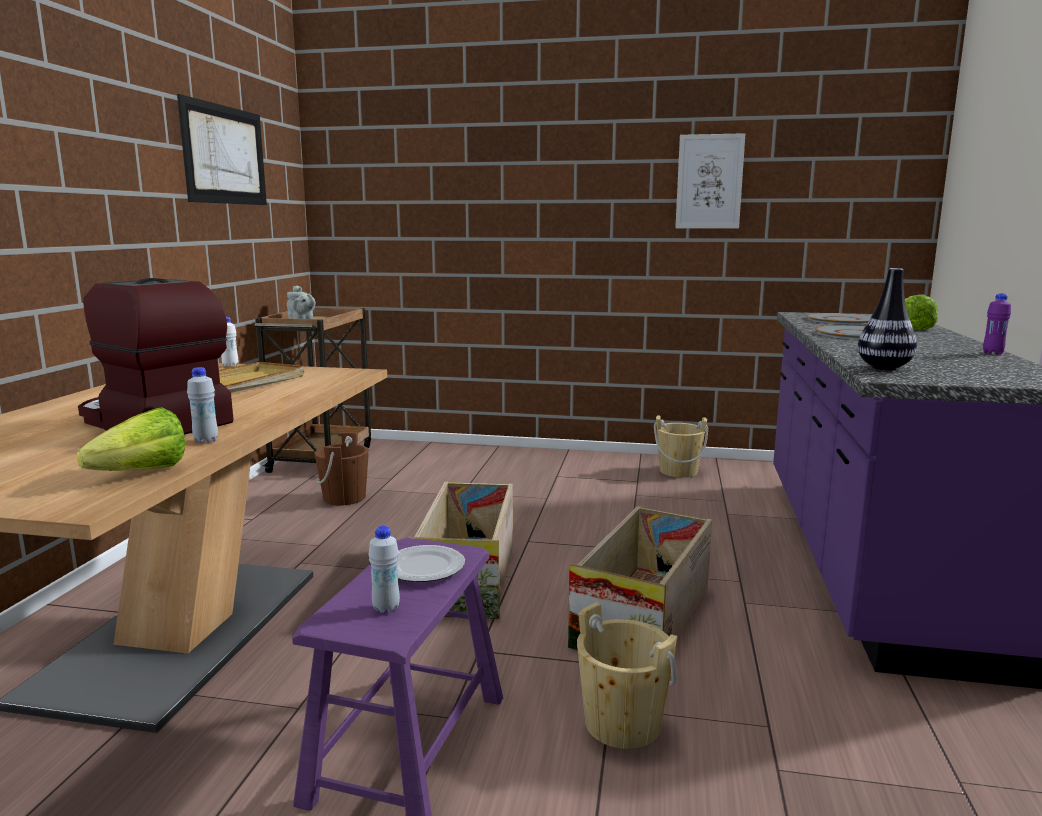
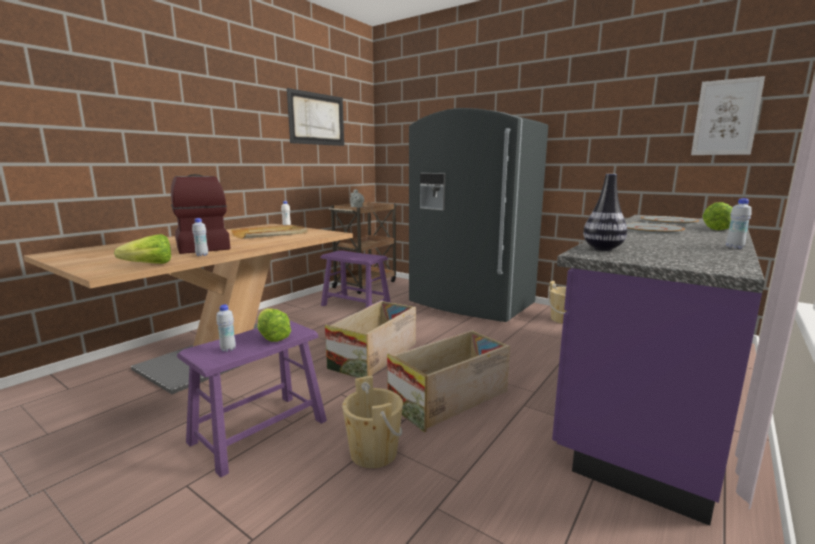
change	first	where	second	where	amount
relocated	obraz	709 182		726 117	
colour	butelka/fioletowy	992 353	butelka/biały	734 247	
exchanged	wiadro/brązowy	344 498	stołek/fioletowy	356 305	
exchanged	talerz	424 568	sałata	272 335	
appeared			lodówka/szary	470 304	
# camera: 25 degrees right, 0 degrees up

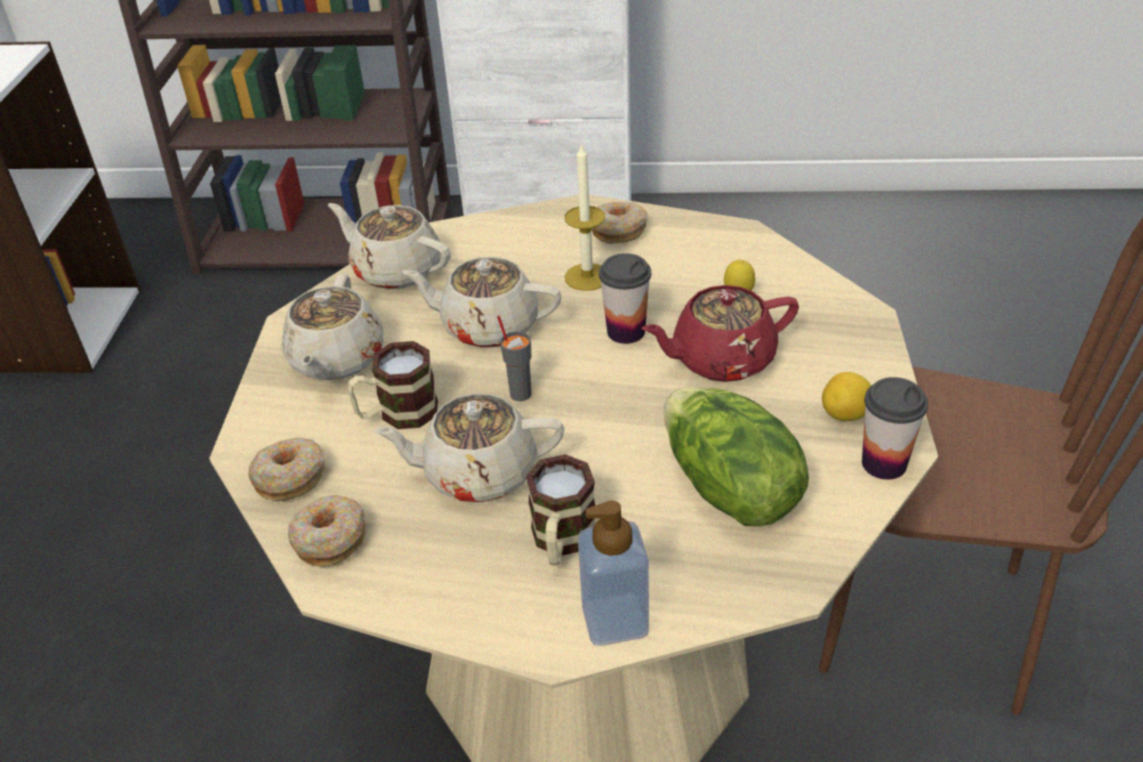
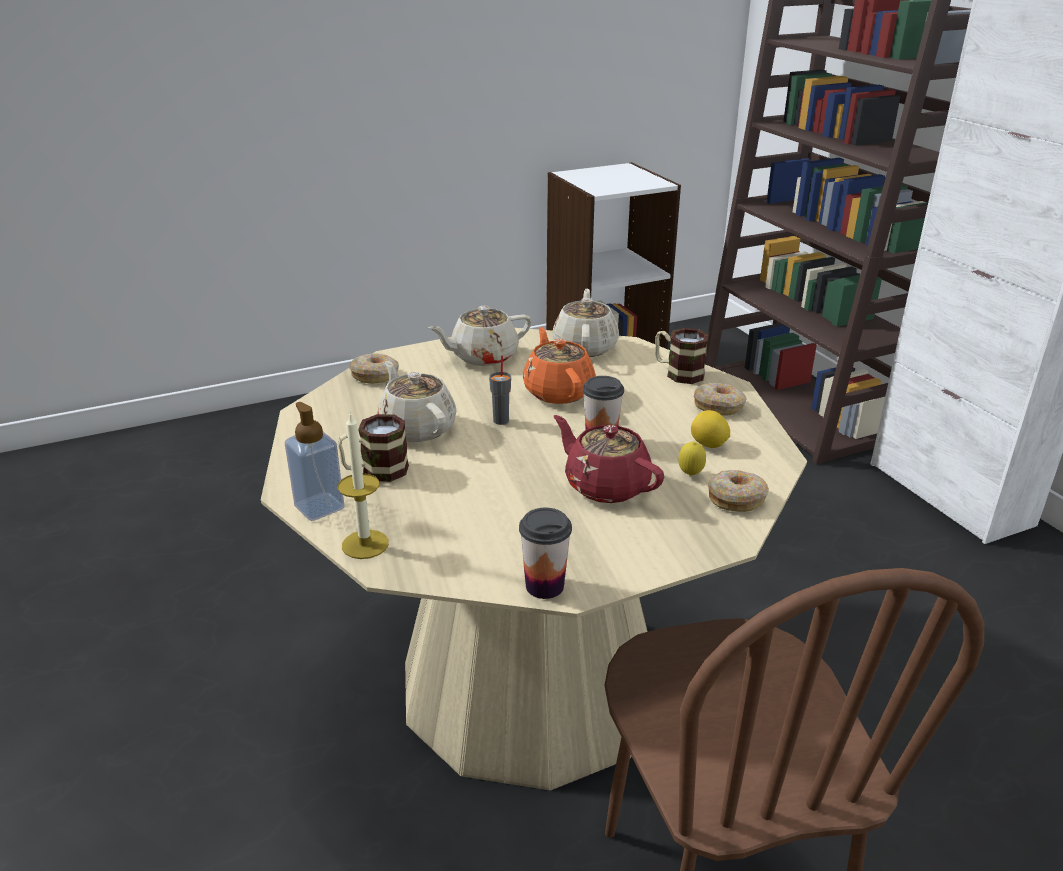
change	first	where	second	where	amount
relocated	świeca	587 277		365 544	
colour	imbryk/beżowy	488 326	imbryk/pomarańczowy	558 391	
relocated	kubek	397 414		678 372	
relocated	cytryna	846 415		708 445	
missing	sałata	727 489			
relocated	donut	330 539		736 498	
# camera: 60 degrees right, 10 degrees down

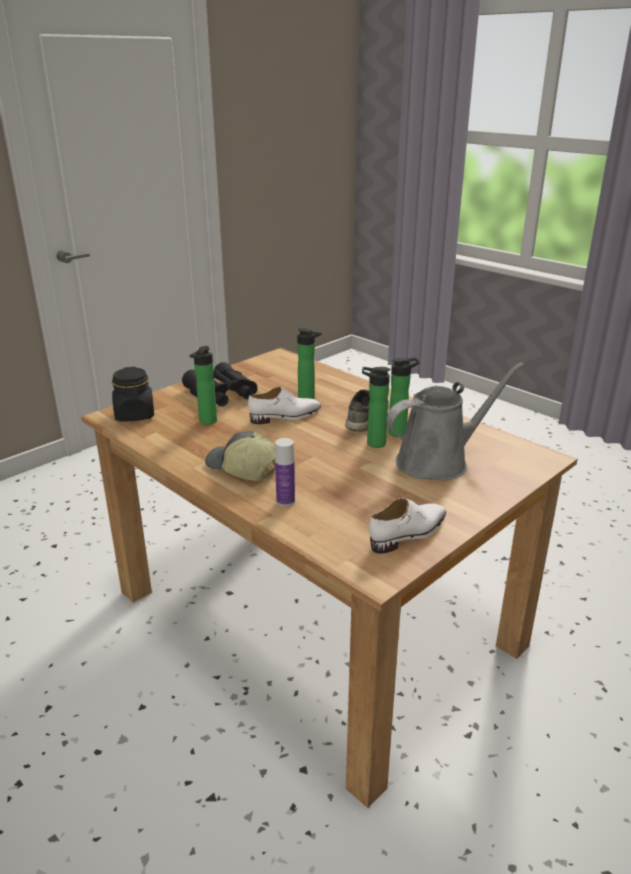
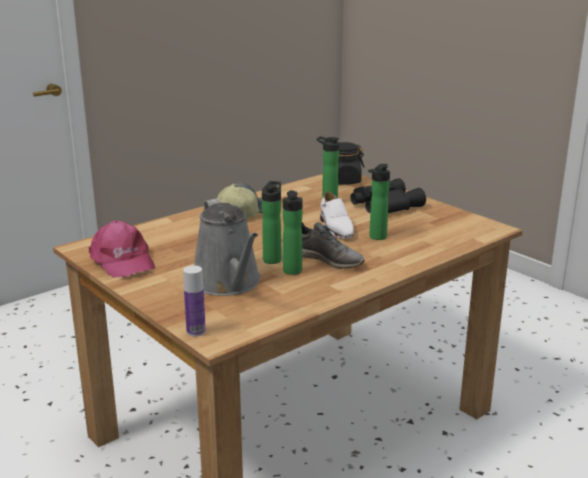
change	first	where	second	where	amount
relocated	butelka	285 501		196 331	
exchanged	but/biały	409 533	czapka z daszkiem/różowy	122 261	
# camera: 95 degrees right, 5 degrees down

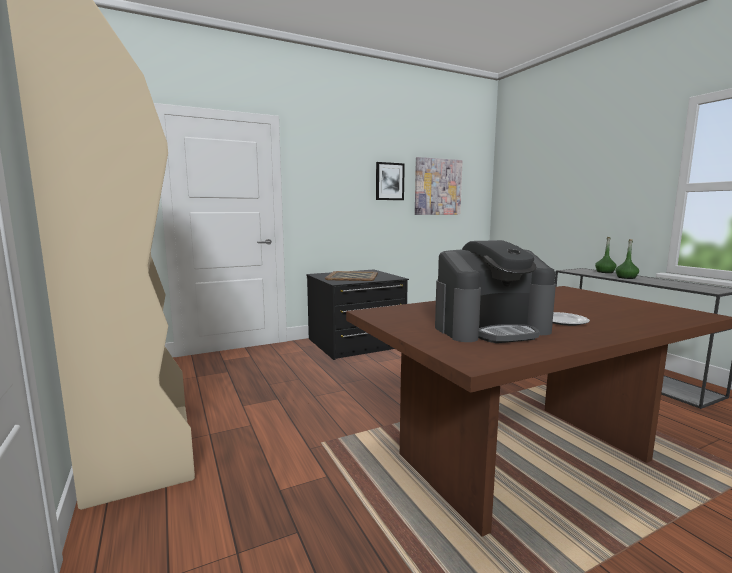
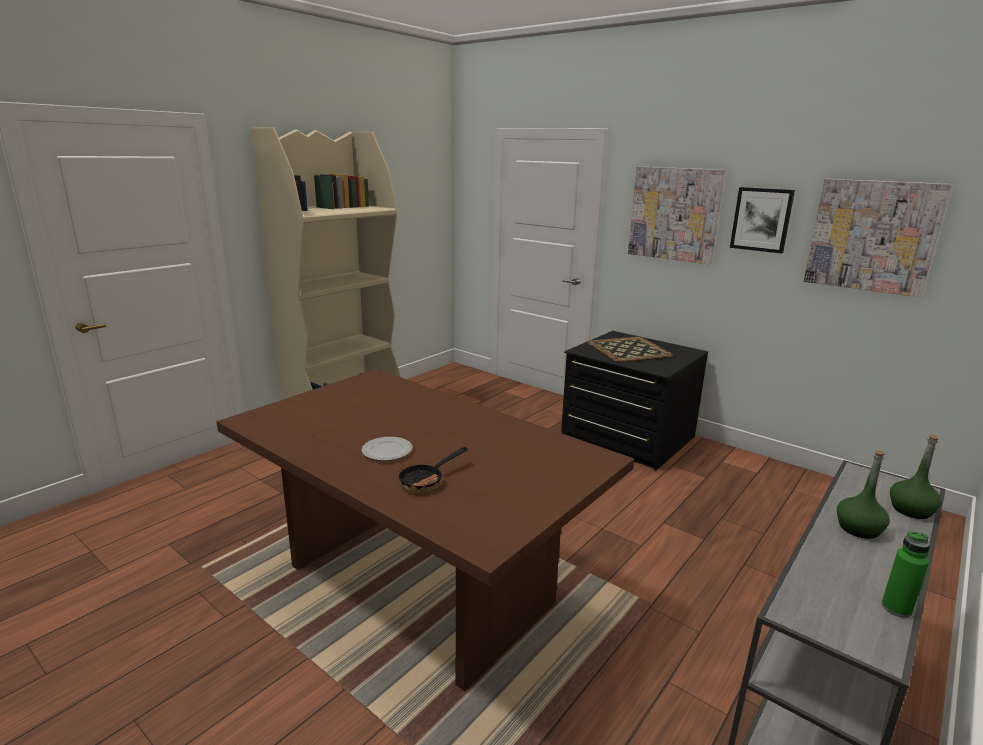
change	first	where	second	where	amount
missing	ekspres do kawy	491 329			
appeared			obraz	674 214	
appeared			patelnia	427 481	
appeared			butelka/zielony	896 608	
# camera: 65 degrees right, 10 degrees up

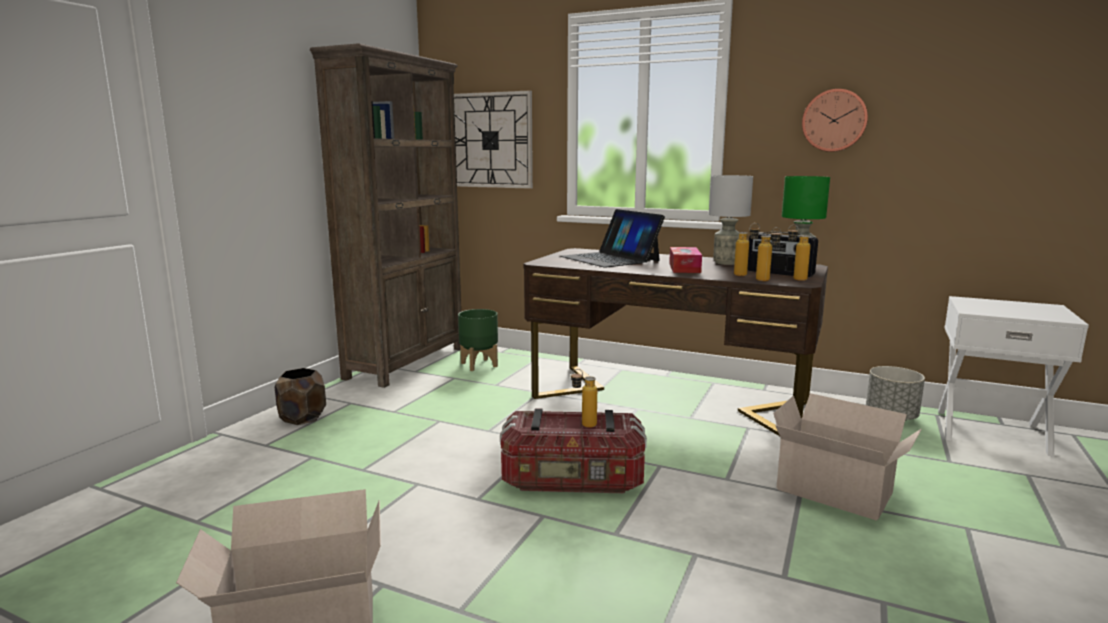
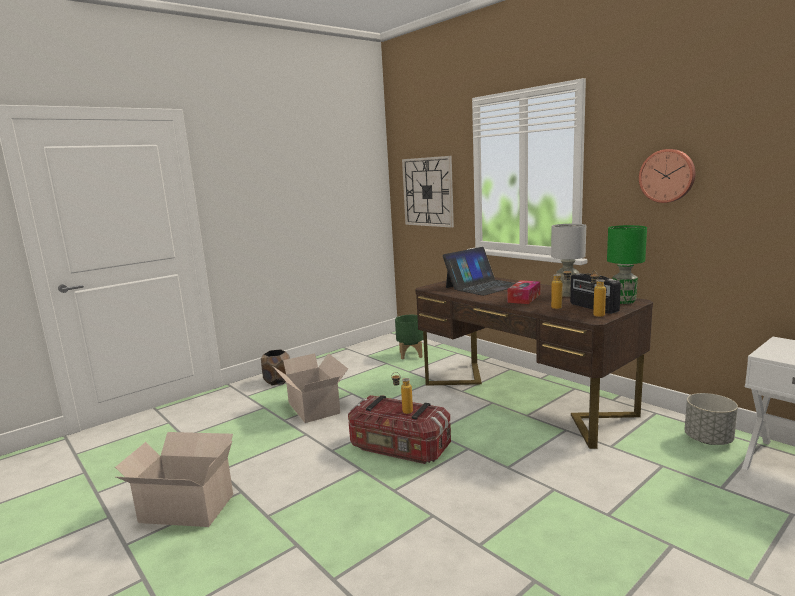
change	first	where	second	where	amount
missing	regał/brązowy	407 362			
spun	laptop	610 259		483 286	120 degrees counterclockwise
missing	butelka	767 281			
relocated	karton	837 492		313 409	
# camera: 25 degrees right, 0 degrees up

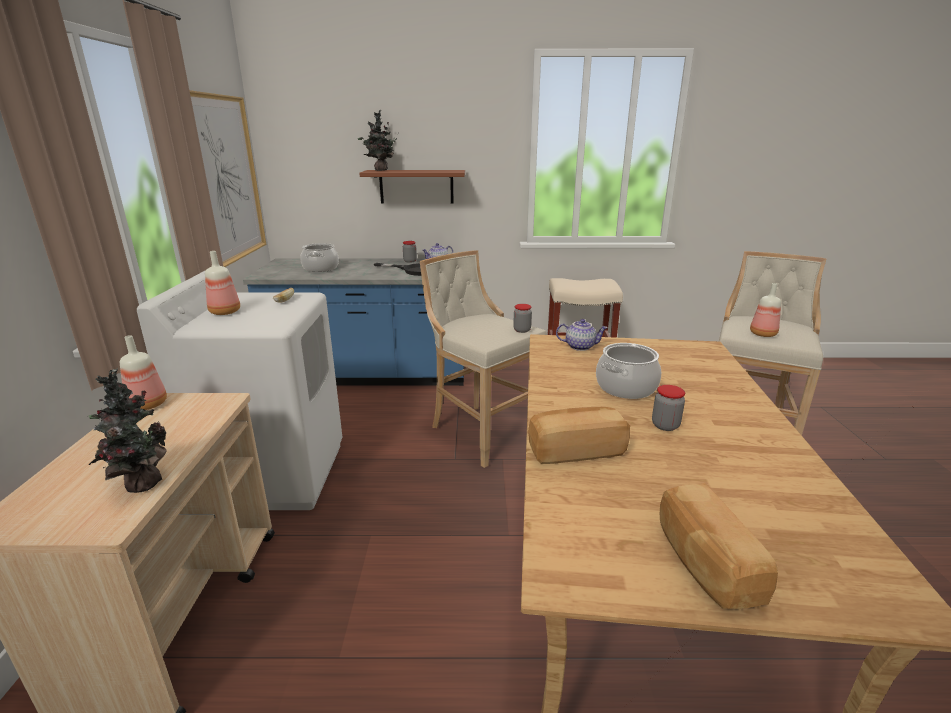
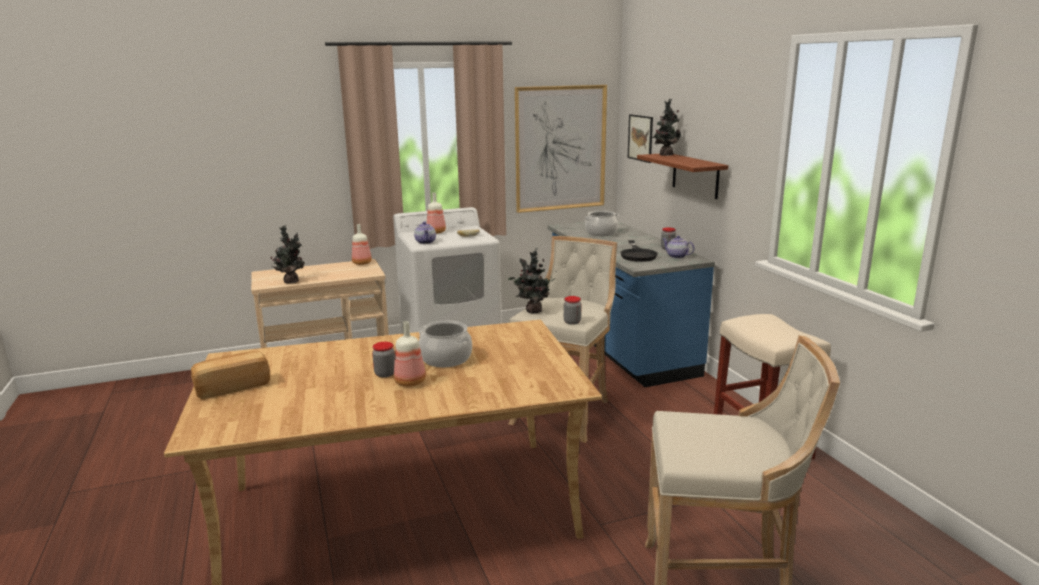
change	first	where	second	where	amount
relocated	butelka	762 334		411 382	
relocated	imbryk	580 346		426 242	
missing	chleb	575 450			
appeared			obraz	640 138	
appeared			roślina doniczkowa	532 311	
# camera: 70 degrees right, 5 degrees down

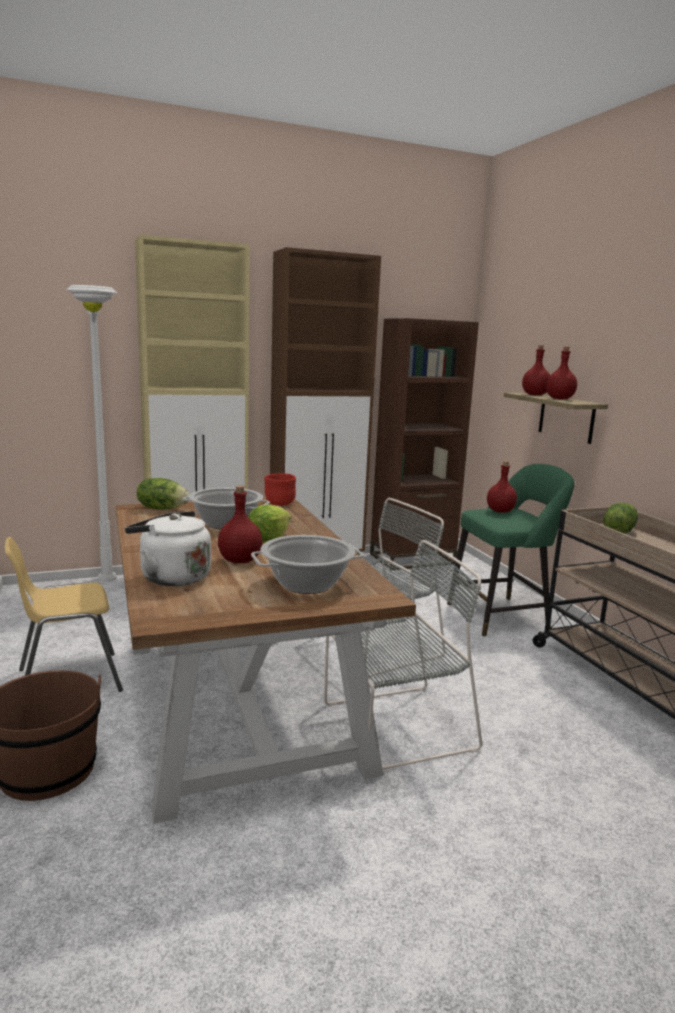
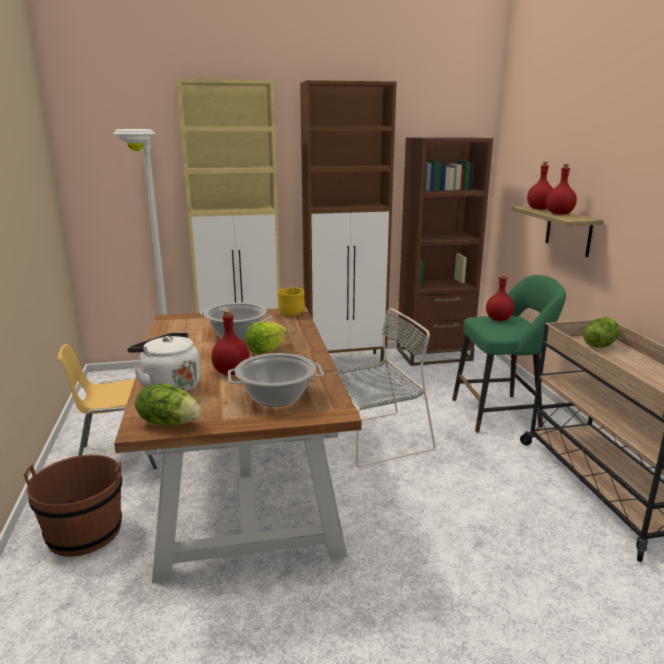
change	first	where	second	where	amount
colour	miska/czerwony	279 503	miska/żółty	291 314	
relocated	sałata	162 508		169 422	
missing	krzesło/szary	393 727			
# camera: 10 degrees right, 5 degrees up

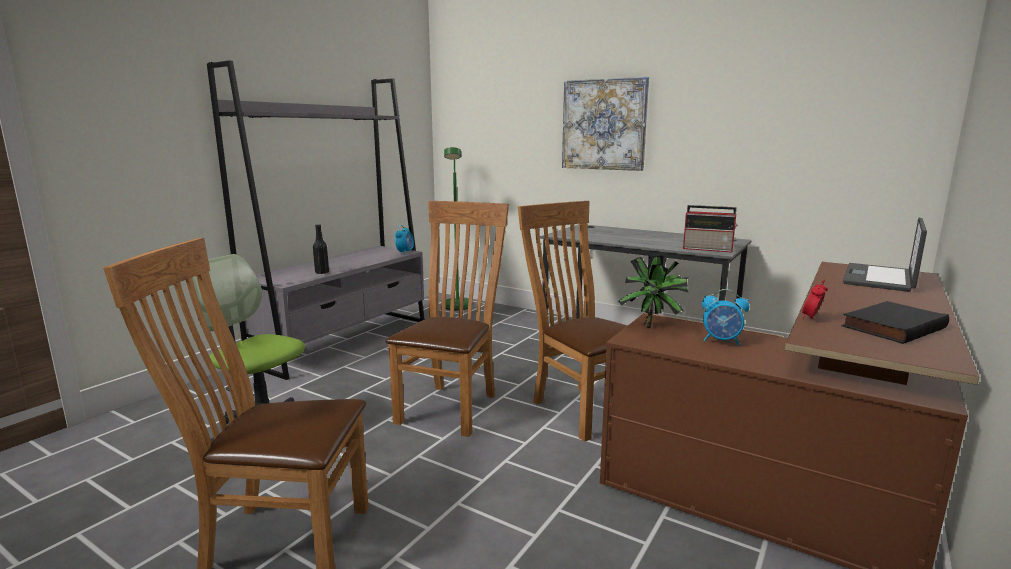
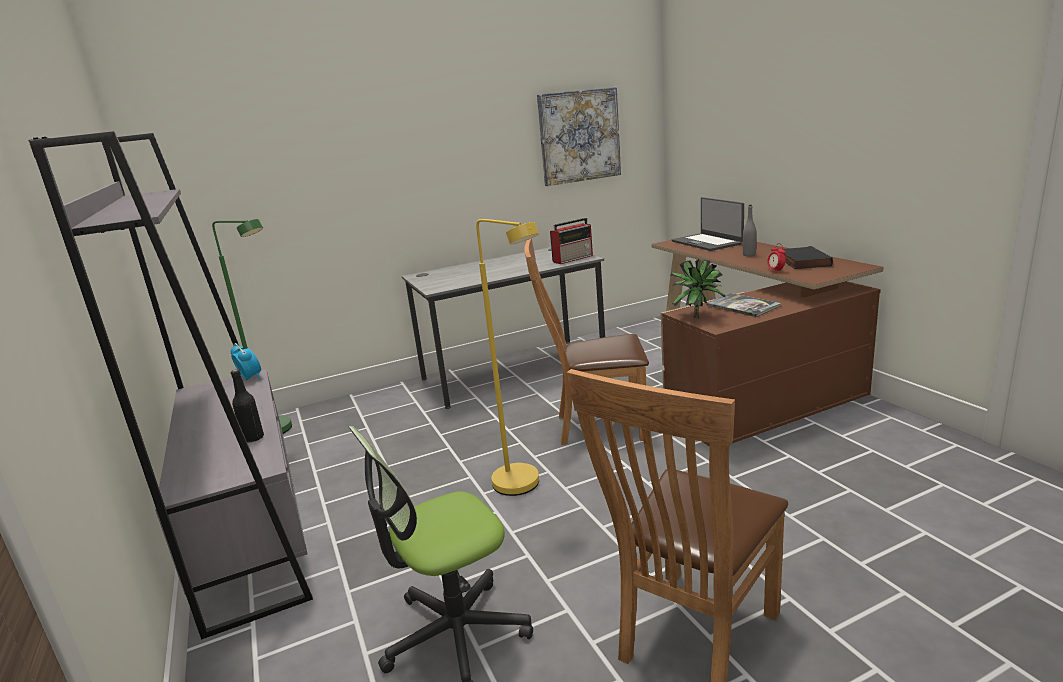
change	first	where	second	where	amount
relocated	obraz	604 125		579 136	
exchanged	krzesło/brązowy	452 406	lampa stojąca/żółty	524 487	
exchanged	budzik	721 341	książka	743 306	
appeared			butelka/szary	749 255	
# camera: 55 degrees left, 5 degrees up

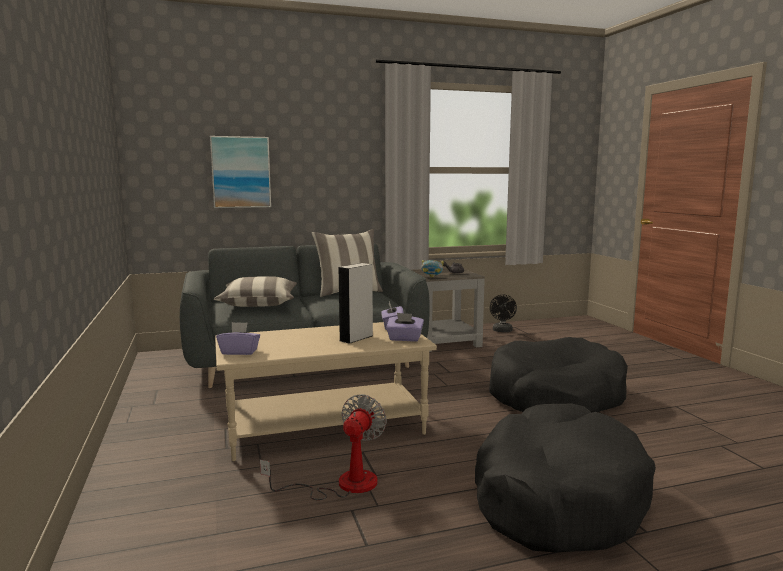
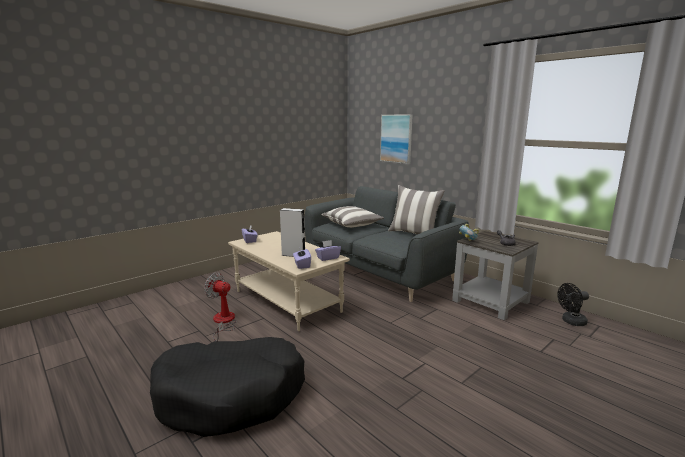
change	first	where	second	where	amount
missing	legowisko/czarny	554 395			
spun	wentylator	342 485		223 322	150 degrees counterclockwise
# camera: 65 degrees right, 5 degrees up

